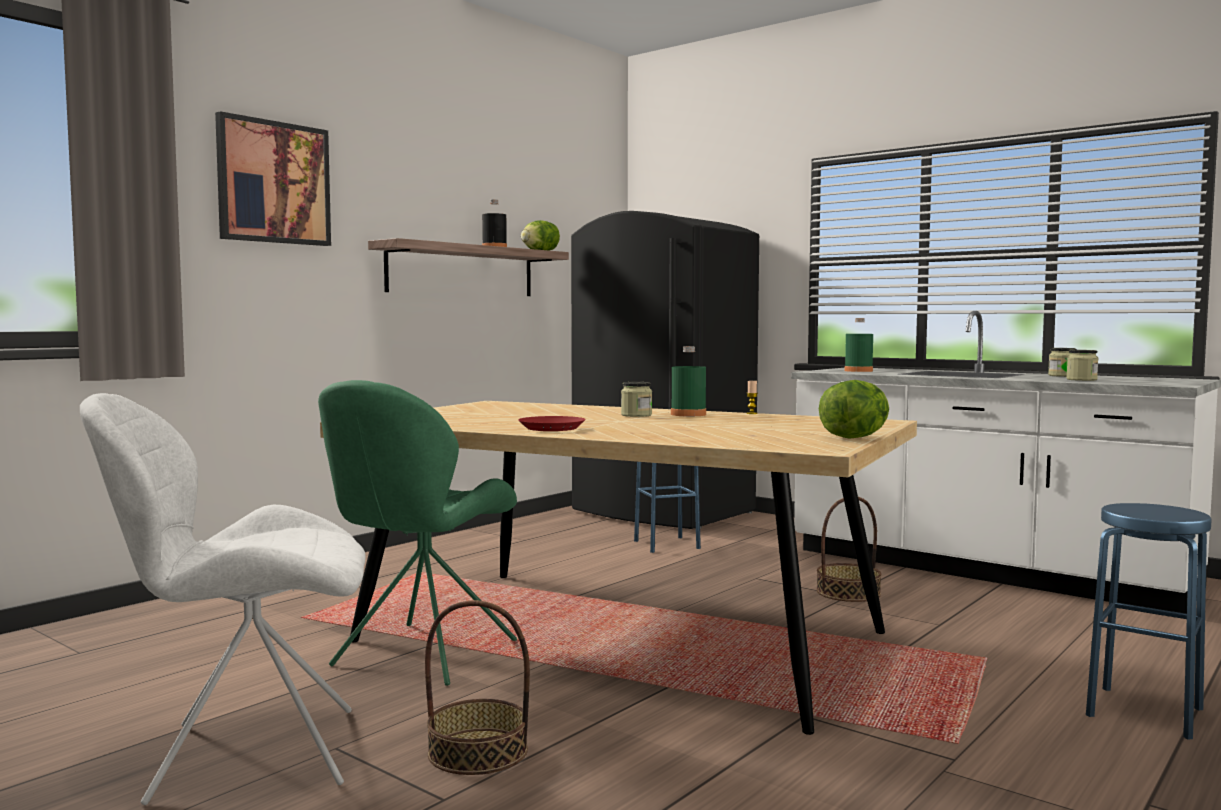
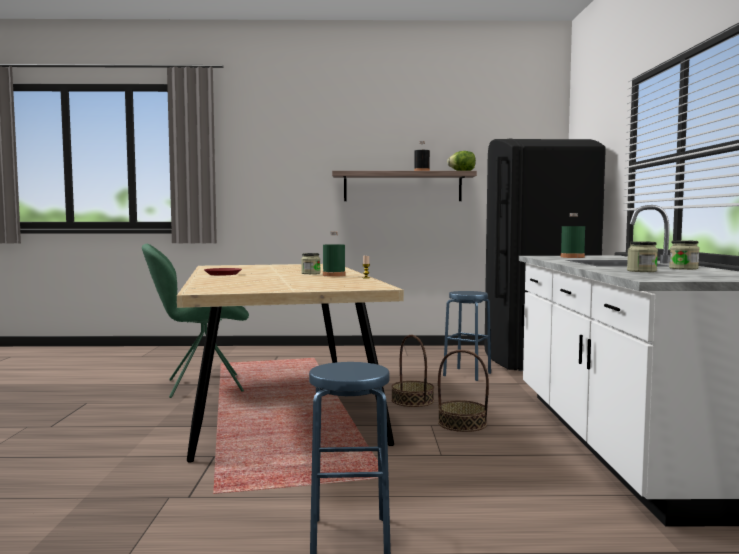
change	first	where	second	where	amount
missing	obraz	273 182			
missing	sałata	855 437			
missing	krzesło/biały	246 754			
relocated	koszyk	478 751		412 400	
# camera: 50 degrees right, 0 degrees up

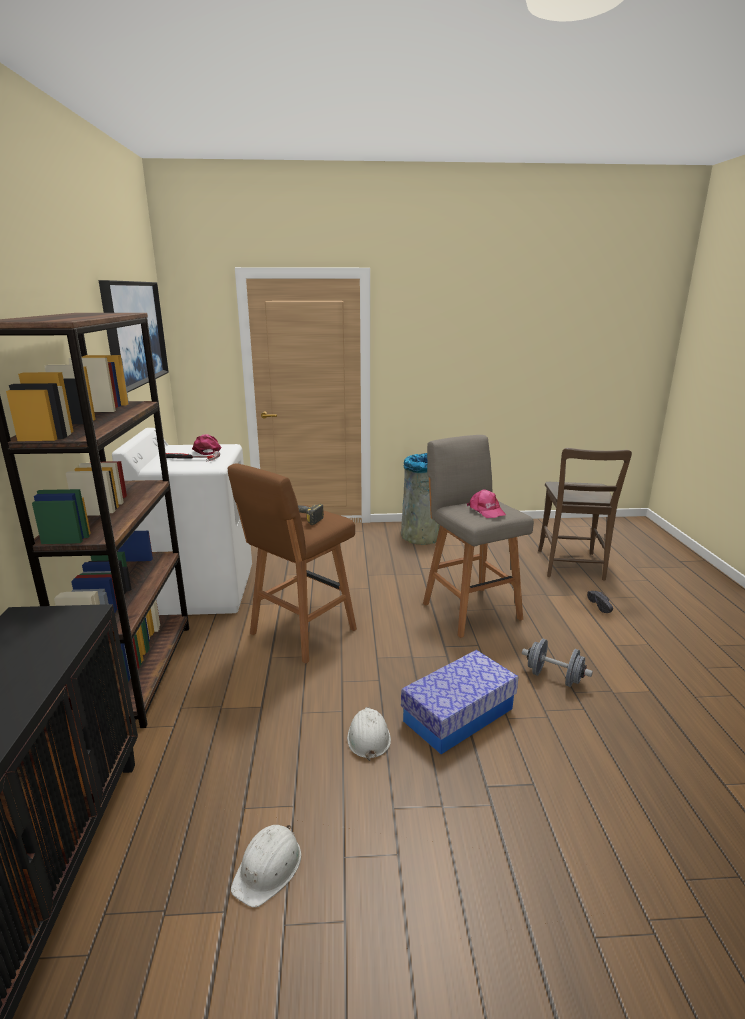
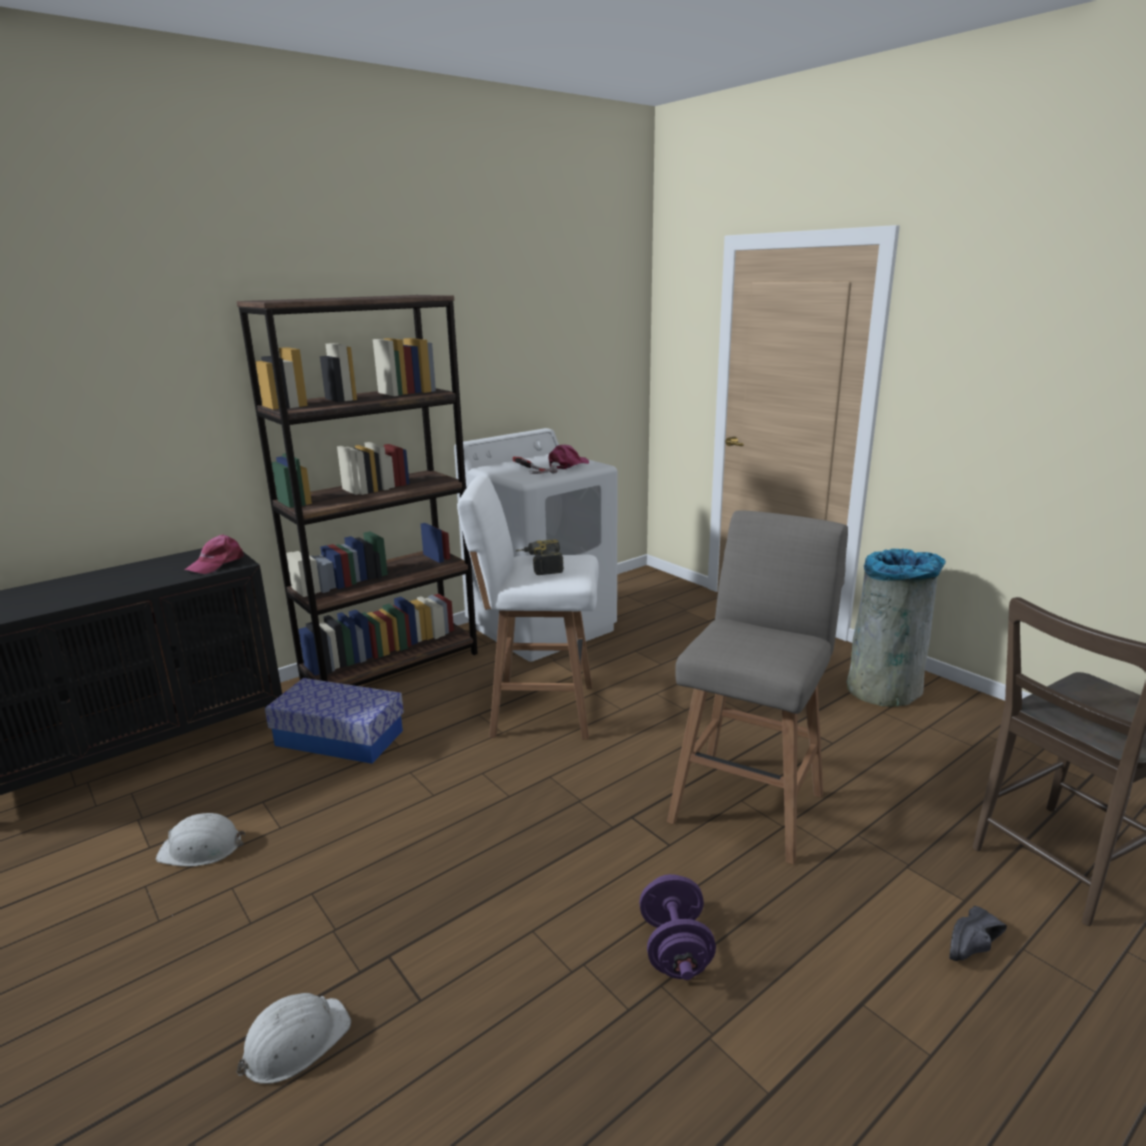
change	first	where	second	where	amount
missing	obraz	134 333			
colour	stołek/brązowy	300 633	stołek/biały	538 710	
relocated	czapka z daszkiem/różowy	486 510		217 563	
colour	hantel/szary	554 677	hantel/fioletowy	675 949	
relocated	pojemnik do przechowywania	458 715		339 738	
relocated	kask/biały	368 737		295 1042	
# camera: 55 degrees right, 0 degrees up

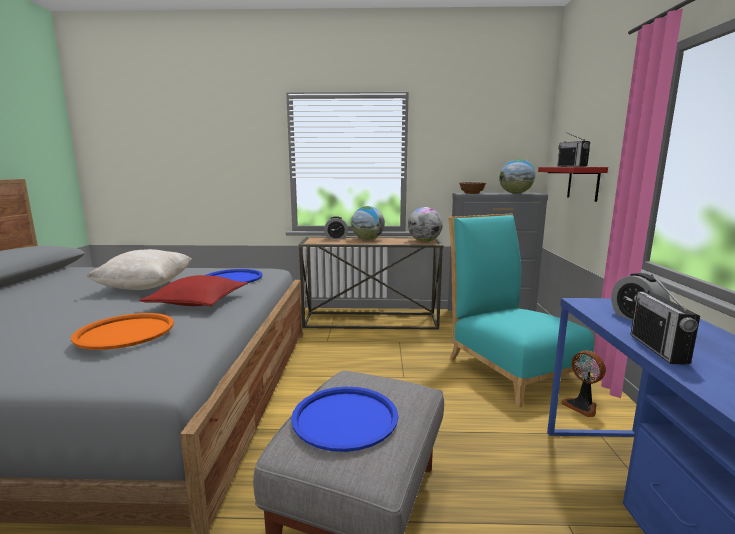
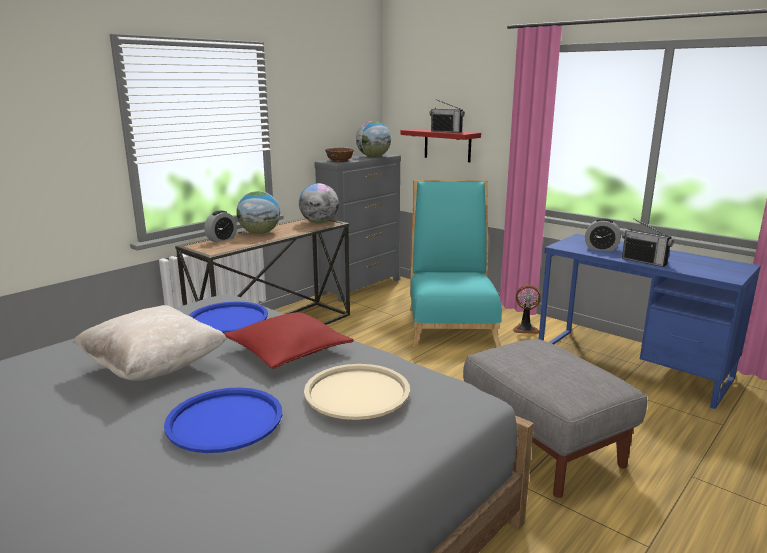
change	first	where	second	where	amount
spun	krzesło/turkusowy	509 367		450 323	75 degrees clockwise
colour	taca/pomarańczowy	125 332	taca/beżowy	357 392	
relocated	taca/niebieski	345 418		225 420	
# camera: 50 degrees left, 5 degrees up

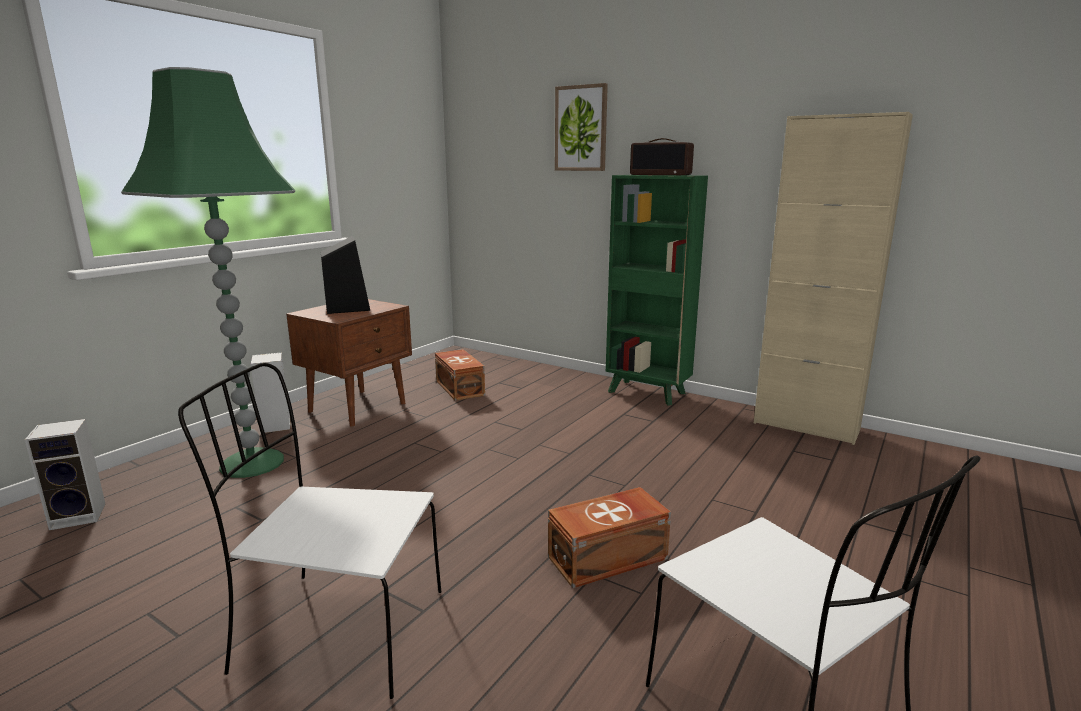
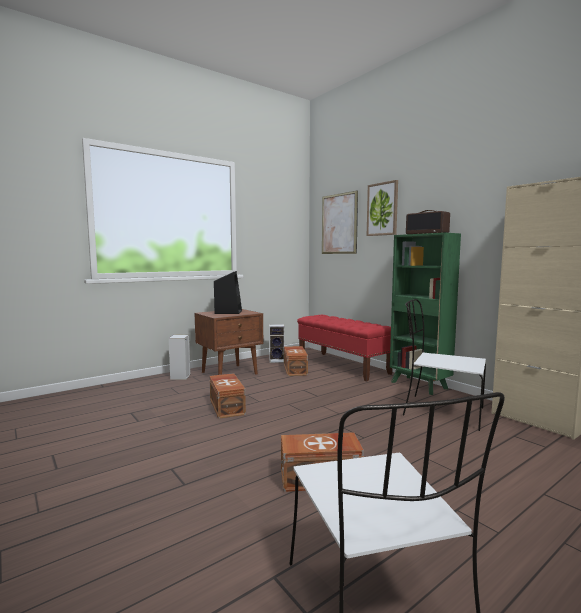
change	first	where	second	where	amount
missing	lampa stojąca/zielony	250 463			
relocated	krzesło/biały	336 630		441 411	
relocated	głośnik	81 515		277 360	
appeared			obraz	339 224	
appeared			ławka/czerwony	342 366	
appeared			pojemnik do przechowywania/brązowy	227 406	
# camera: 20 degrees right, 10 degrees down

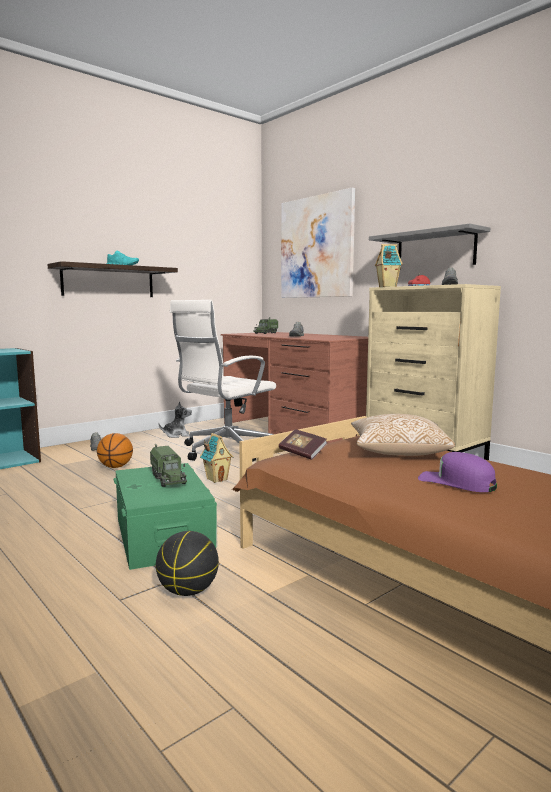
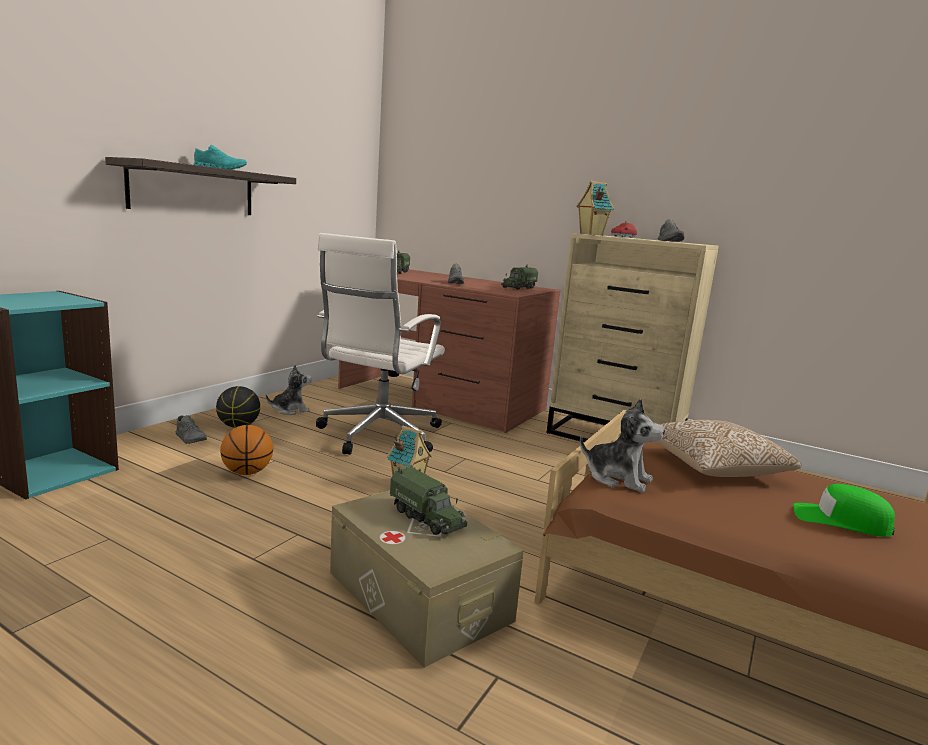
change	first	where	second	where	amount
missing	obraz	316 247			
missing	półka/szary	435 250			
exchanged	książka	302 453	pluszak	618 478	
colour	czapka z daszkiem/fioletowy	456 483	czapka z daszkiem/zielony	840 521	
colour	pojemnik do przechowywania/zielony	163 535	pojemnik do przechowywania/beżowy	418 595	
relocated	piłka do koszykówki	188 591		239 426	
appeared			ciężarówka zabawkowa	518 288	
# camera: 20 degrees left, 5 degrees up

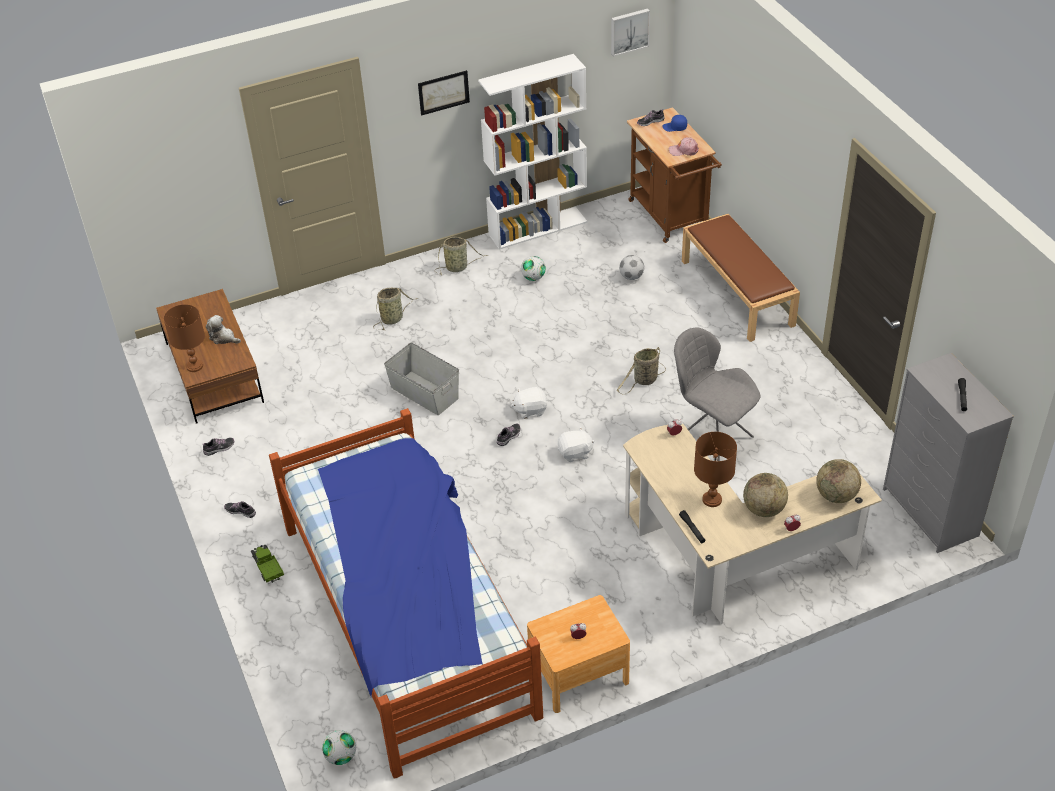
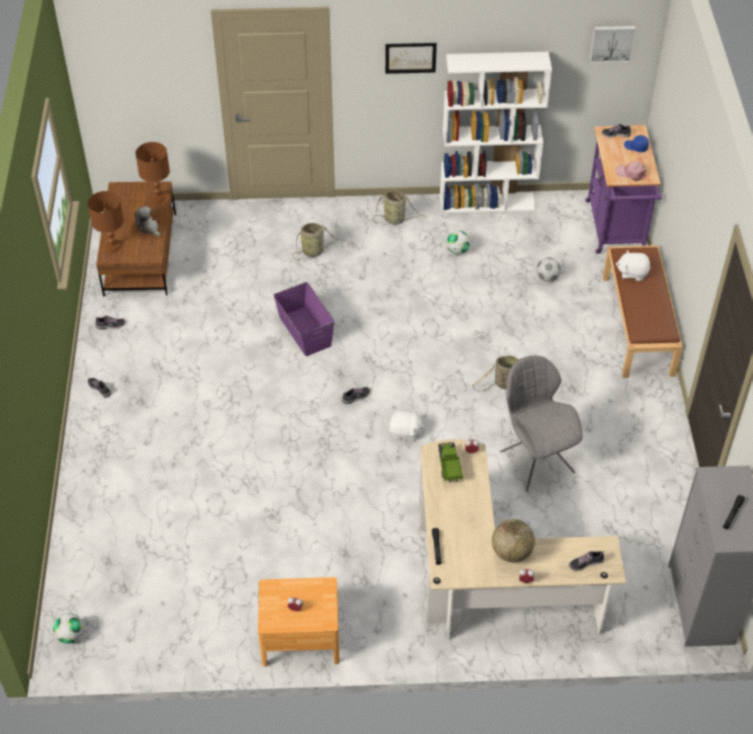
change	first	where	second	where	amount
colour	wózek/brązowy	671 218	wózek/fioletowy	615 230	
colour	pojemnik do przechowywania/szary	424 392	pojemnik do przechowywania/fioletowy	305 330	
relocated	pluszak/biały	530 410		632 273	
missing	łóżko	408 618			
relocated	lampa stołowa/brązowy	712 500		158 197	
exchanged	globus	836 495	but	585 563	
relocated	ciężarówka zabawkowa	267 568		449 466	
# camera: 20 degrees right, 5 degrees up

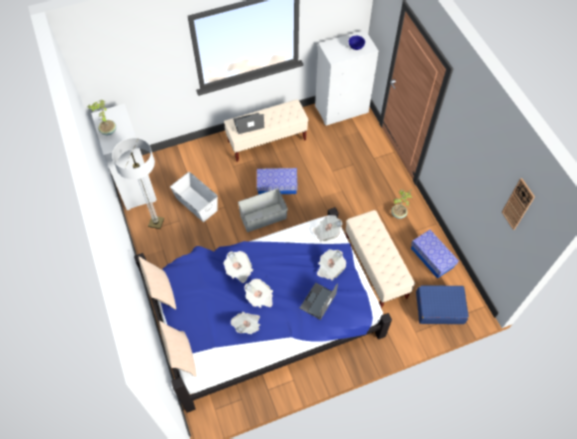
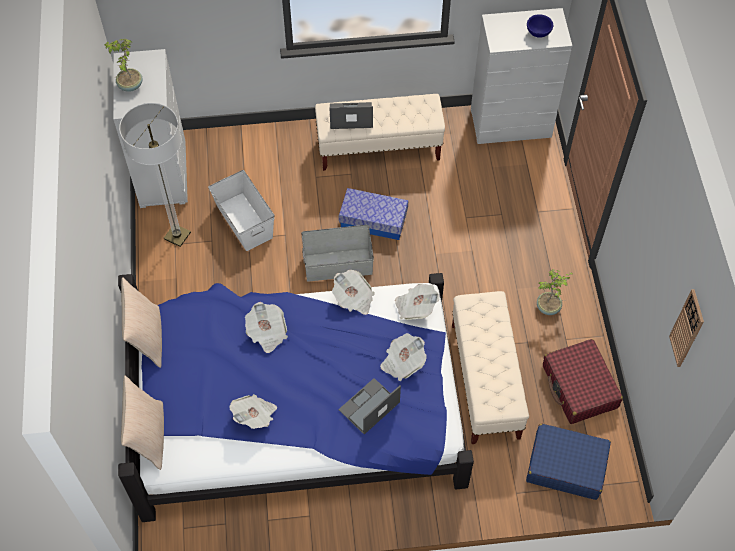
change	first	where	second	where	amount
exchanged	pojemnik do przechowywania	432 257	walizka/czerwony	579 387	
relocated	gazeta	260 297		353 298	
# camera: 15 degrees right, 0 degrees up

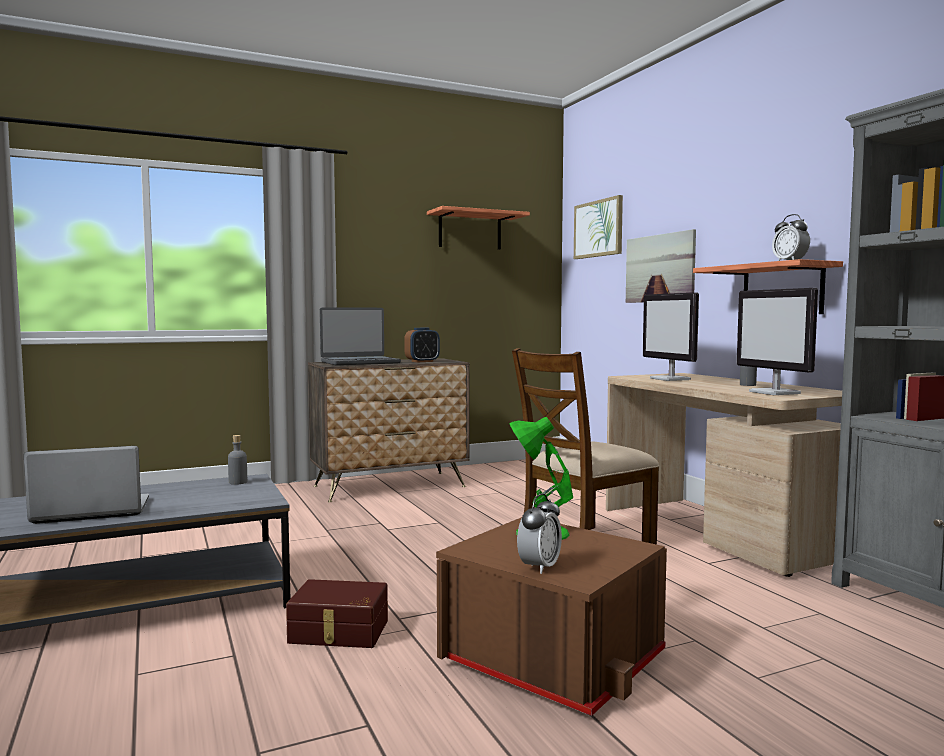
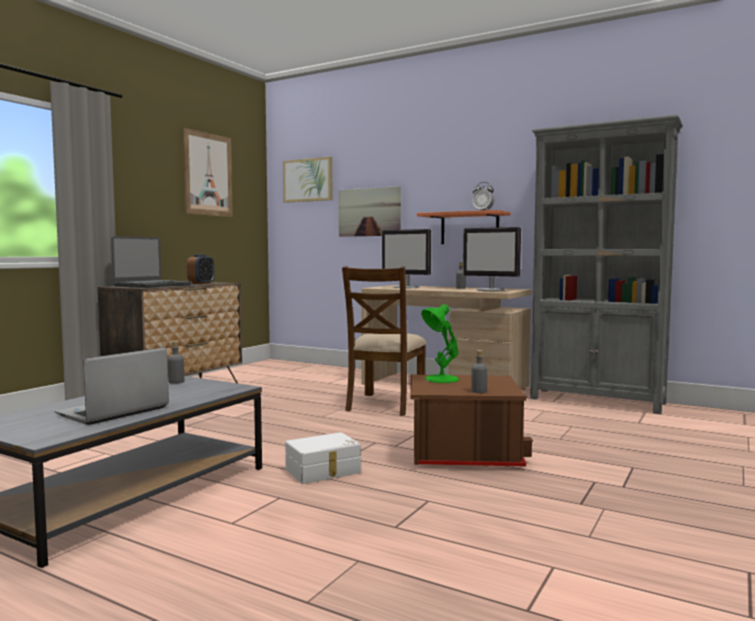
change	first	where	second	where	amount
exchanged	półka	470 231	obraz	208 174	
exchanged	budzik	539 567	butelka/szary	479 391	
colour	pojemnik do przechowywania/brązowy	338 632	pojemnik do przechowywania/biały	324 471	
# camera: 35 degrees left, 0 degrees up

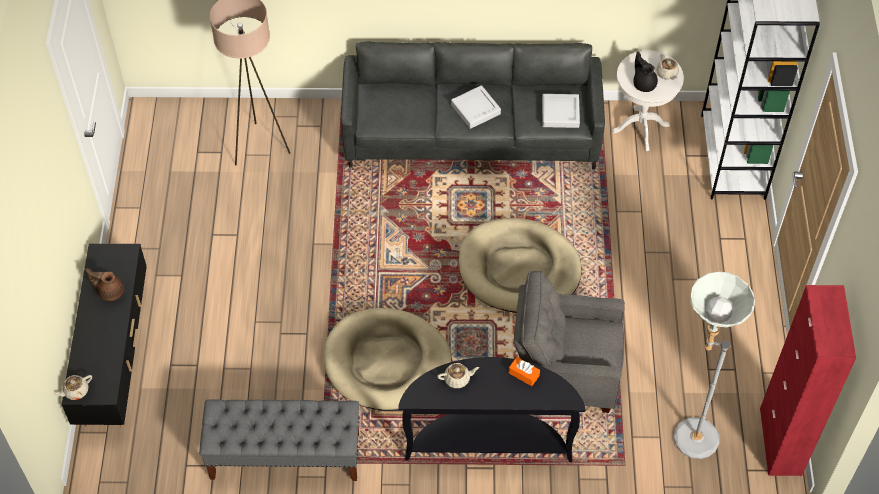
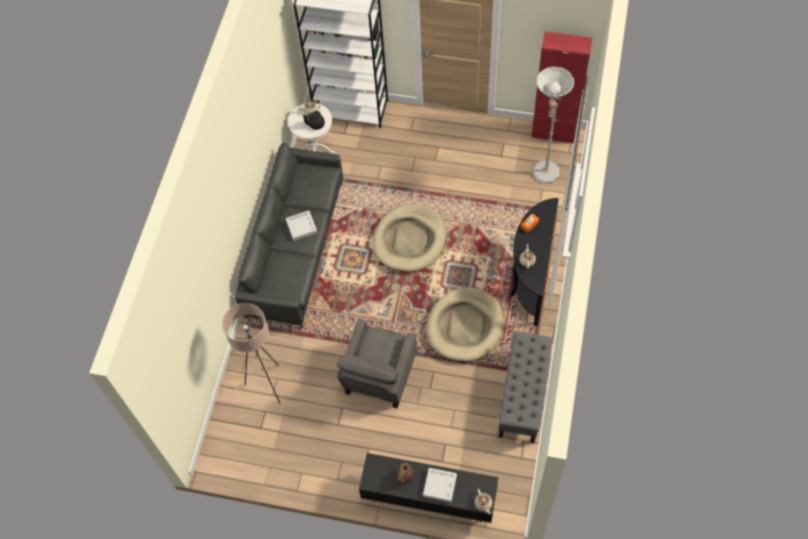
change	first	where	second	where	amount
relocated	taca/szary	560 113		440 486	
relocated	fotel/szary	565 372		379 377	
# camera: 75 degrees left, 5 degrees up

